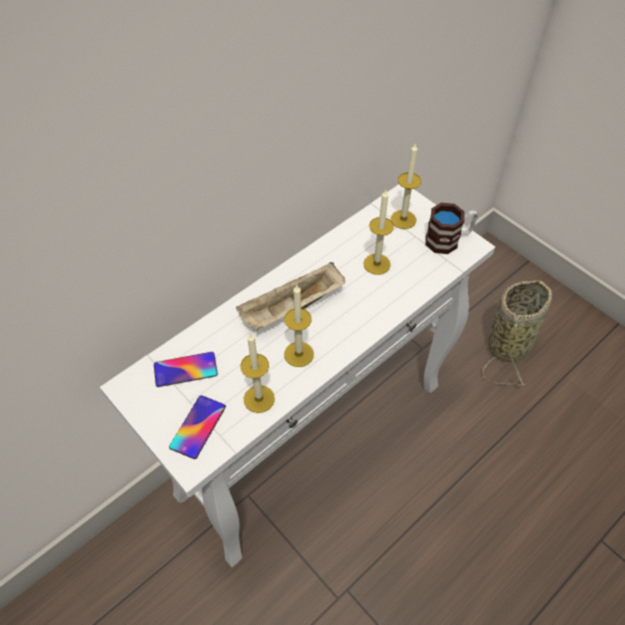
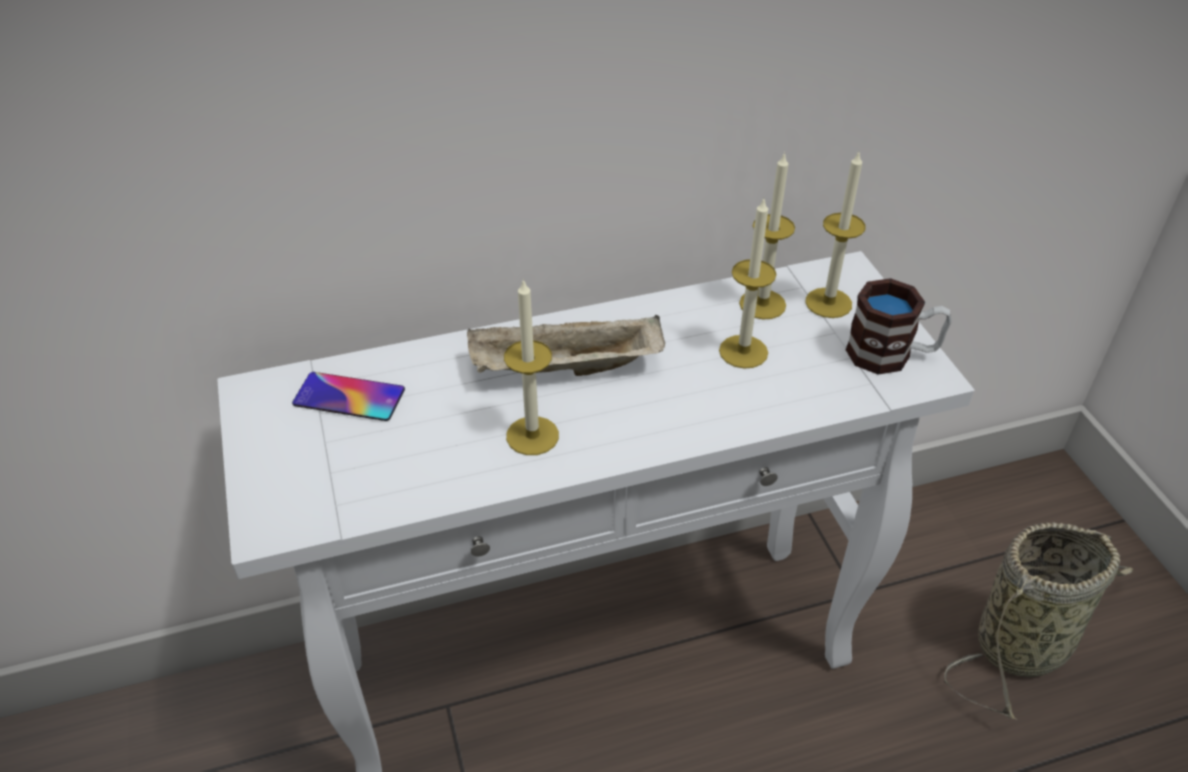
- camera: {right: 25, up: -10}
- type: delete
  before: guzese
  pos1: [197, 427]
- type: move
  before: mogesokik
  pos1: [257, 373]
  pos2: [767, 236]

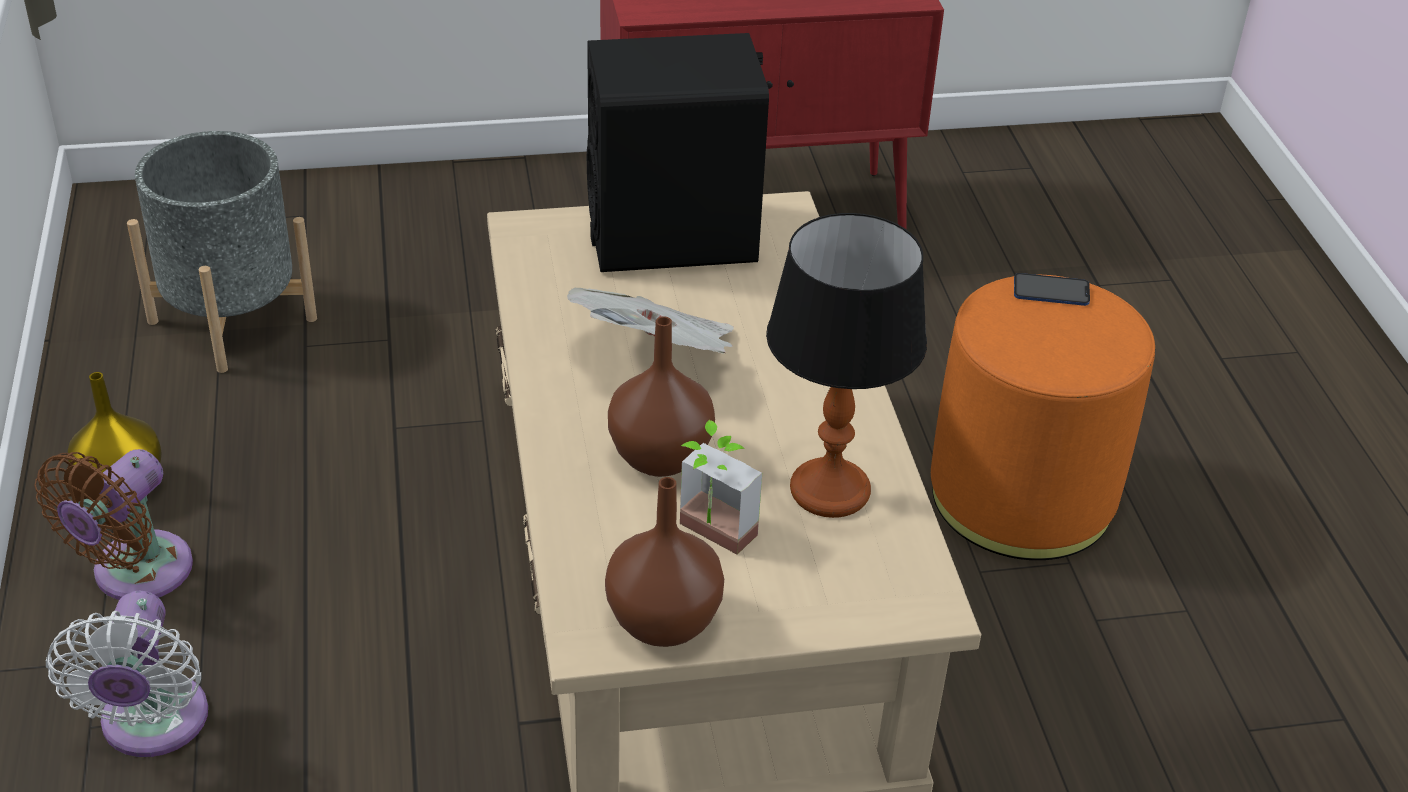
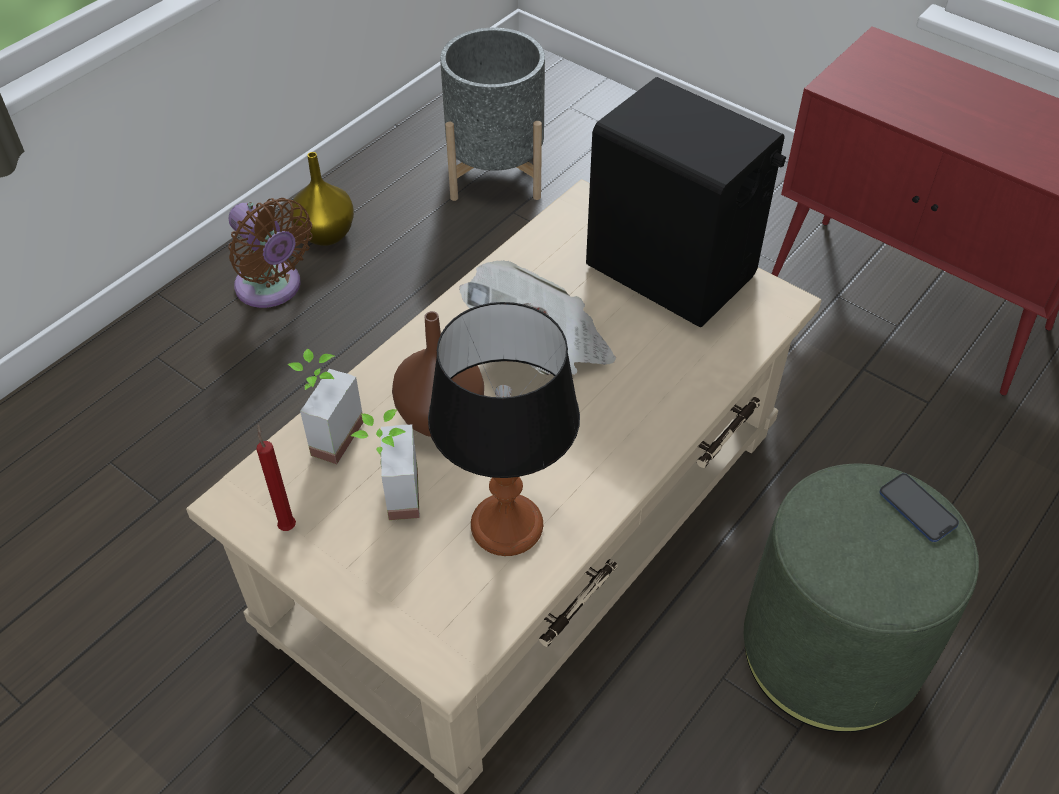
- camera: {right: 50, up: 10}
- type: delete
  before: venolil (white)
  pos1: [127, 674]
- type: insert
  after: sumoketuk
  pos2: [325, 406]
- type: replace
  before: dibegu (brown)
  after: mogesokik (red)
  pos1: [664, 562]
  pos2: [276, 477]
- type: recolor
  before: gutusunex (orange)
  after: gutusunex (green)
  pos1: [1043, 417]
  pos2: [861, 598]
- type: rotate
  before: venolil (brown)
  pos1: [113, 524]
  pos2: [271, 253]
  turn: -120

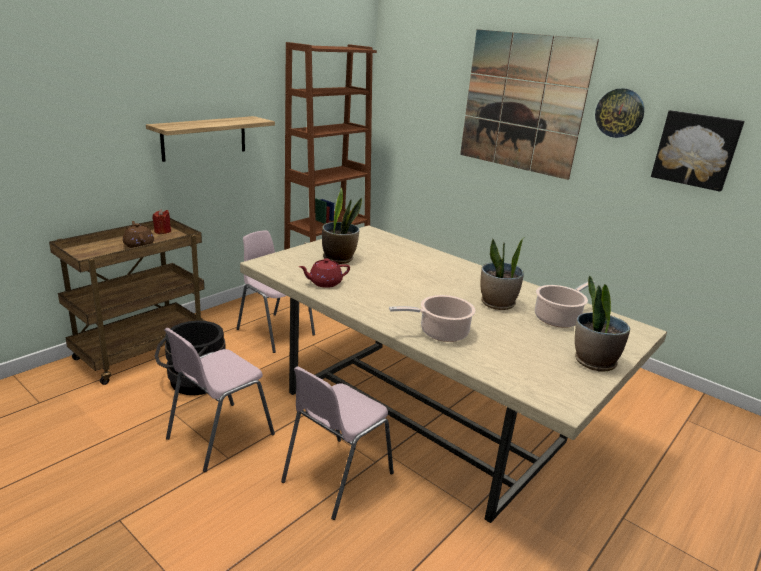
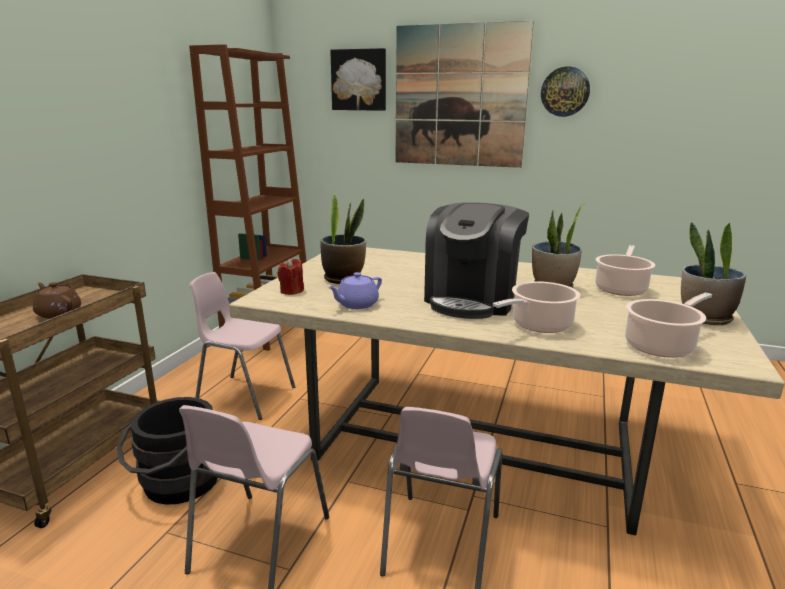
- camera: {right: -20, up: -5}
- type: delete
  before: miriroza
  pos1: [210, 139]
- type: insert
  after: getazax
  pos2: [476, 260]
- type: insert
  after: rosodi
  pos2: [668, 325]
- type: move
  before: mogesokik (red)
  pos1: [161, 221]
  pos2: [291, 276]
- type: move
  before: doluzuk
  pos1: [697, 151]
  pos2: [358, 79]
- type: recolor
  before: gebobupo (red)
  after: gebobupo (purple)
  pos1: [324, 273]
  pos2: [355, 290]

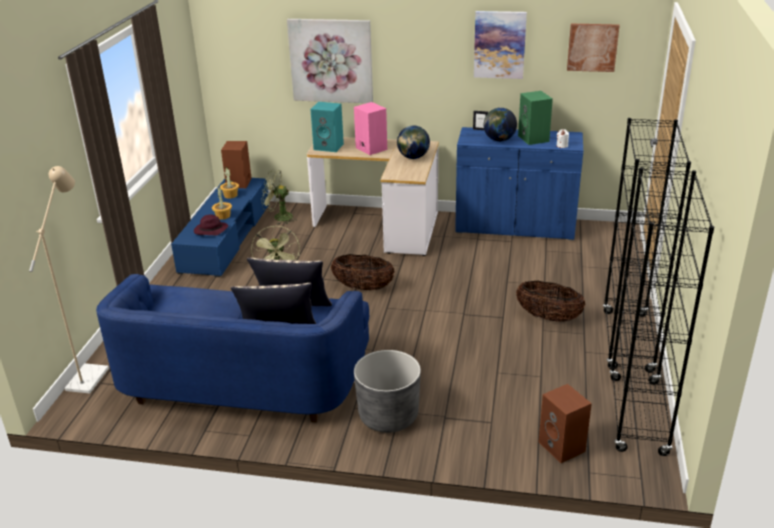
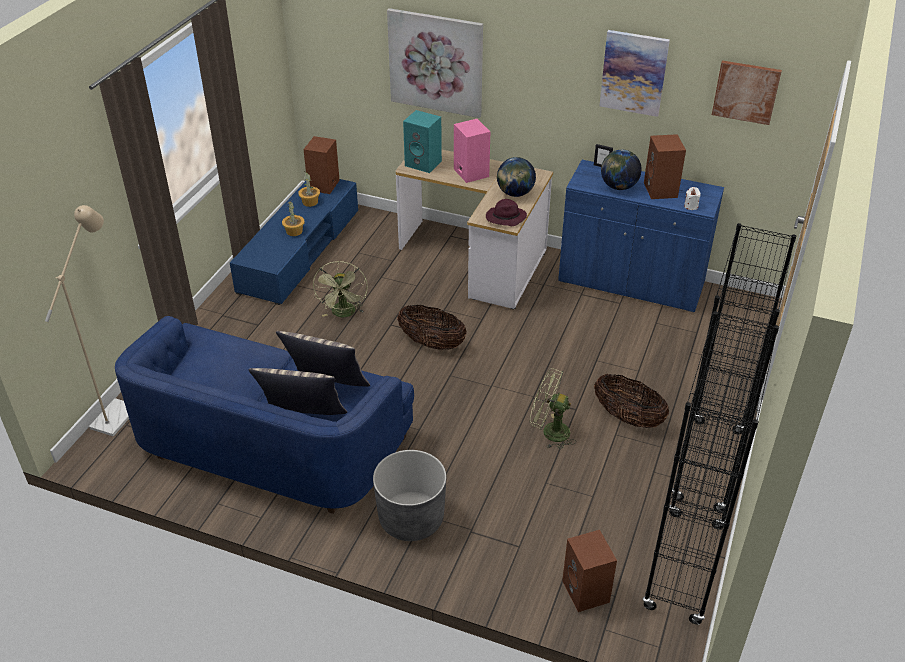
- camera: {right: 10, up: 10}
- type: move
  before: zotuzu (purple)
  pos1: [211, 225]
  pos2: [506, 212]
- type: move
  before: venolil (green)
  pos1: [279, 197]
  pos2: [553, 408]
- type: recolor
  before: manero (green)
  after: manero (brown)
  pos1: [535, 118]
  pos2: [665, 166]

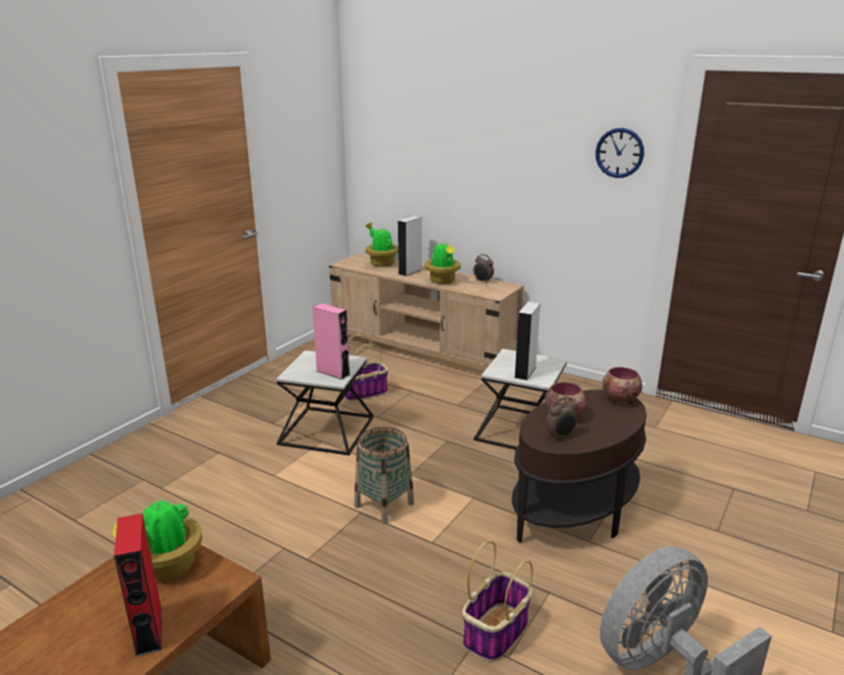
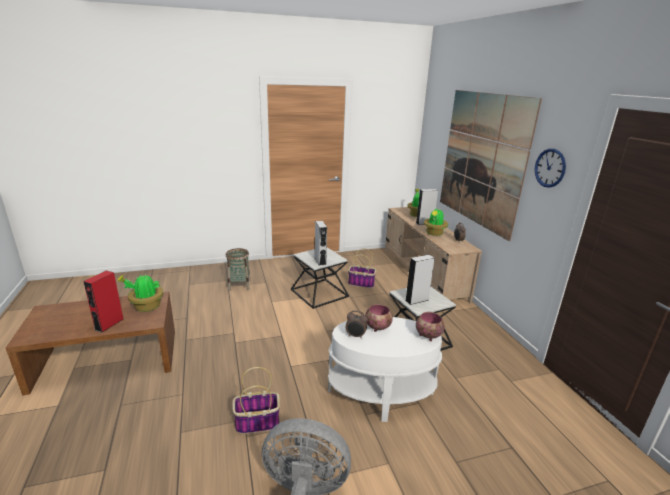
- camera: {right: 40, up: 0}
- type: insert
  after: doluzuk
  pos2: [491, 165]
- type: move
  before: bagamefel
  pos1: [384, 475]
  pos2: [238, 269]
- type: recolor
  before: manero (pink)
  after: manero (grey)
  pos1: [331, 341]
  pos2: [320, 243]
- type: recolor
  before: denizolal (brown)
  after: denizolal (white)
  pos1: [579, 466]
  pos2: [385, 369]

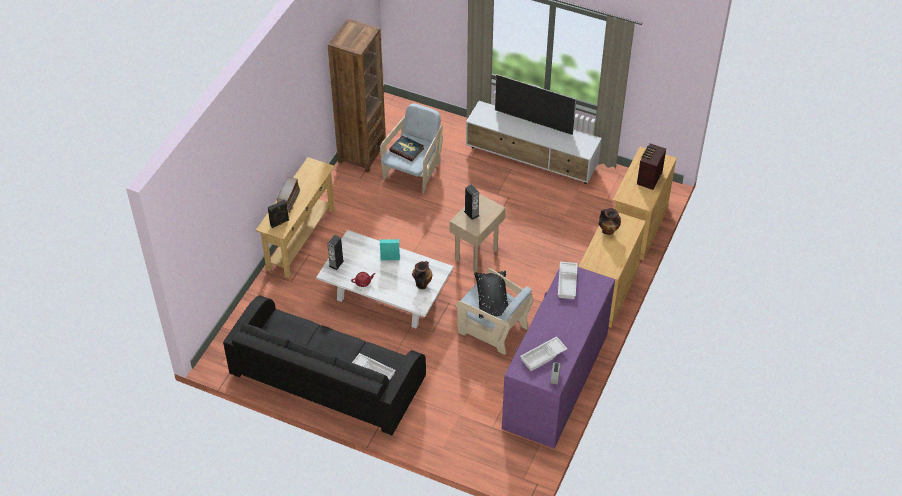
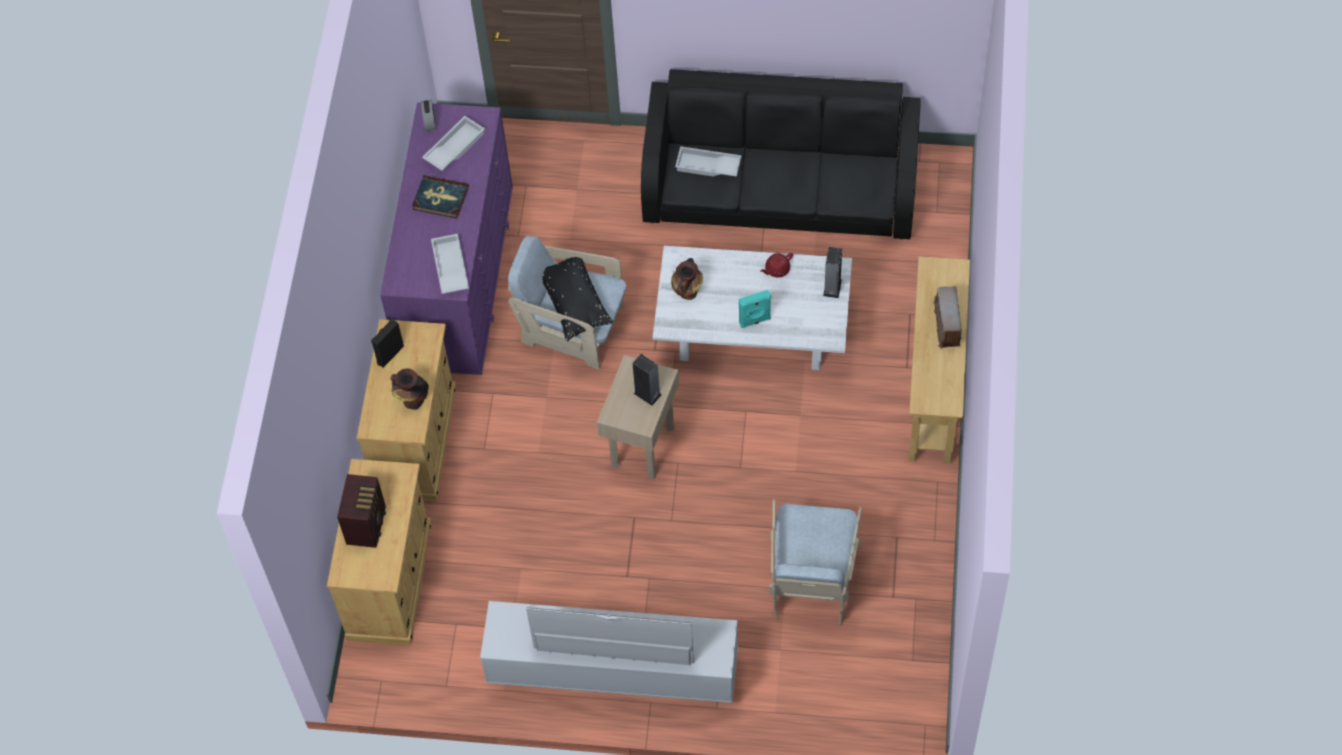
- camera: {right: 165, up: 10}
- type: delete
  before: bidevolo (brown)
  pos1: [357, 96]
- type: move
  before: manero (black)
  pos1: [278, 214]
  pos2: [387, 343]
- type: move
  before: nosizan
  pos1: [406, 148]
  pos2: [440, 197]

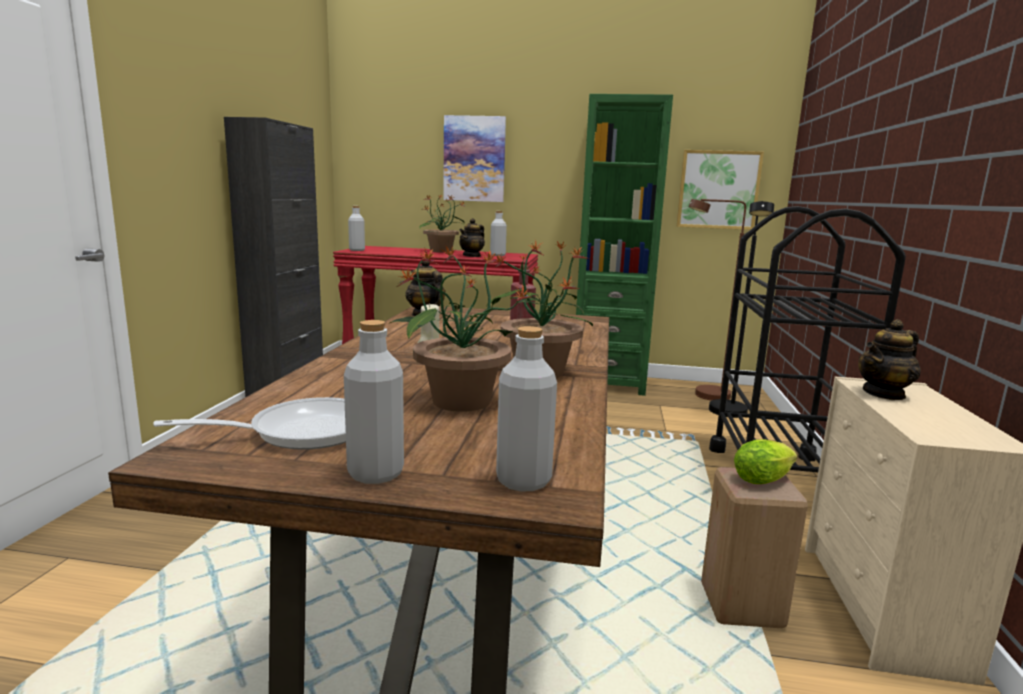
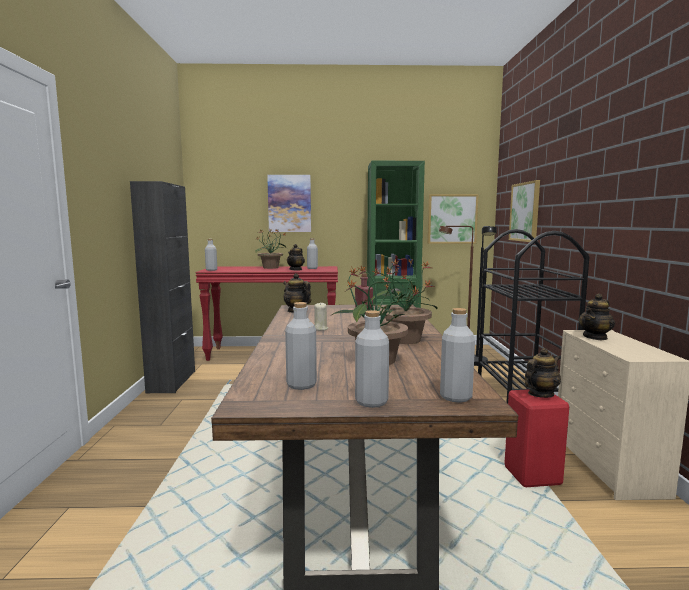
- camera: {right: -10, up: -5}
- type: insert
  after: doluzuk
  pos2: [524, 211]
- type: replace
  before: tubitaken
  after: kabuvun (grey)
  pos1: [249, 423]
  pos2: [301, 346]
- type: replace
  before: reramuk
  after: gebobupo
  pos1: [765, 461]
  pos2: [543, 373]
- type: recolor
  before: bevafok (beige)
  after: bevafok (red)
  pos1: [754, 547]
  pos2: [537, 438]

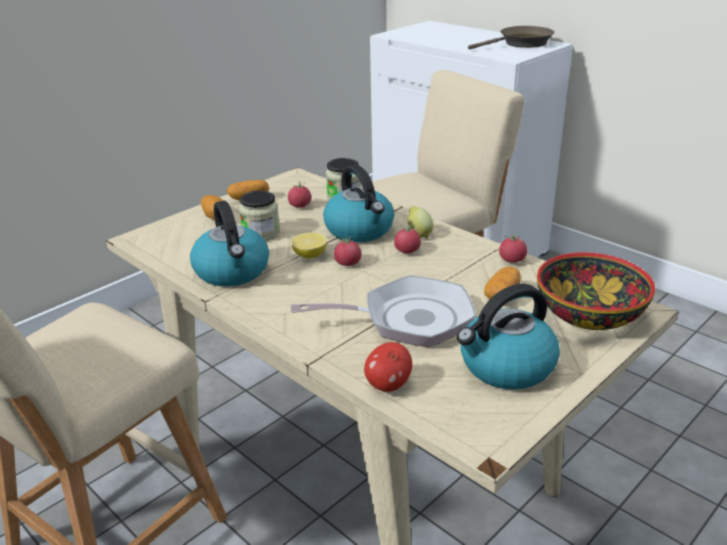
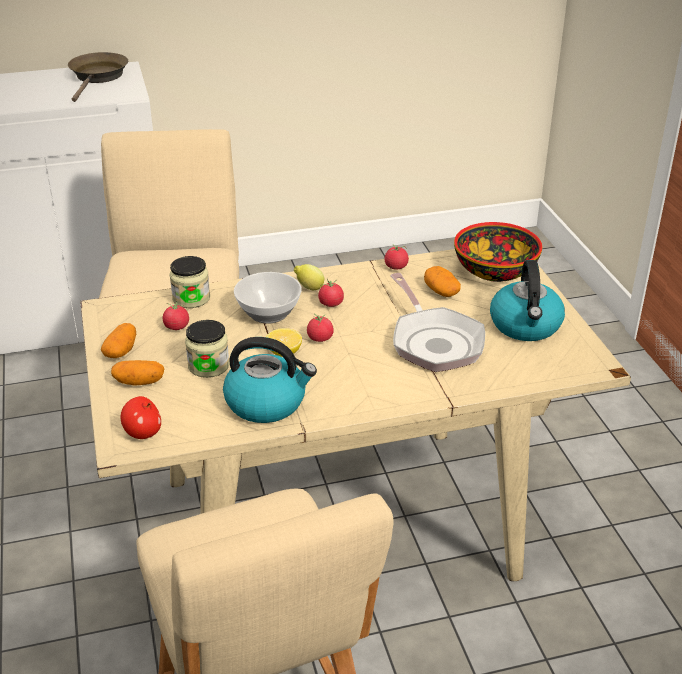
- camera: {right: -60, up: 5}
- type: move
  before: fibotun
  pos1: [388, 367]
  pos2: [141, 417]
- type: replace
  before: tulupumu
  after: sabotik
  pos1: [358, 203]
  pos2: [268, 298]
- type: rotate
  before: tubitaken
  pos1: [383, 311]
  pos2: [437, 322]
  turn: 135

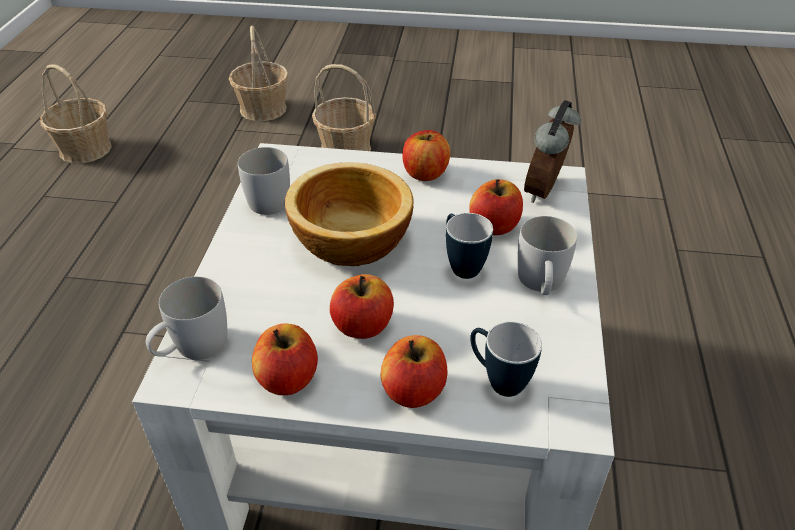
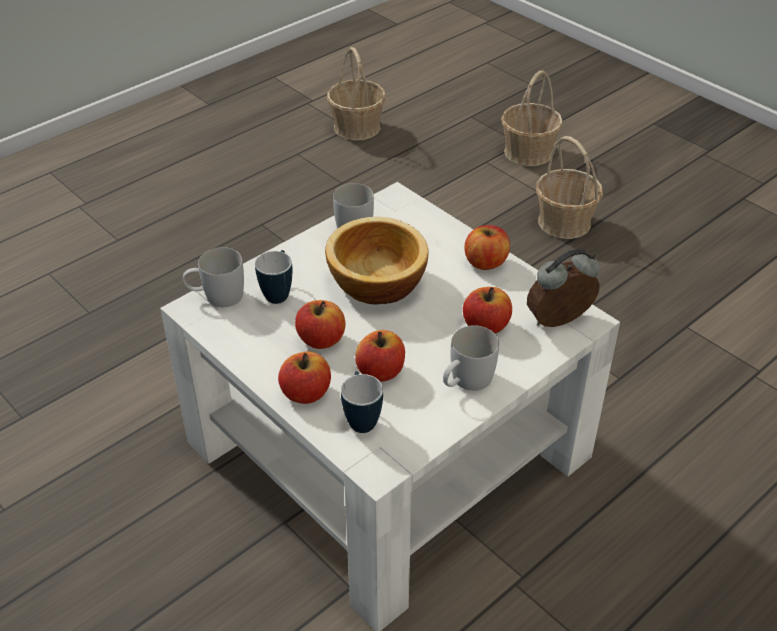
- camera: {right: 40, up: 0}
- type: move
  before: fibotun
  pos1: [285, 359]
  pos2: [380, 356]
- type: move
  before: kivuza
  pos1: [469, 246]
  pos2: [273, 277]

